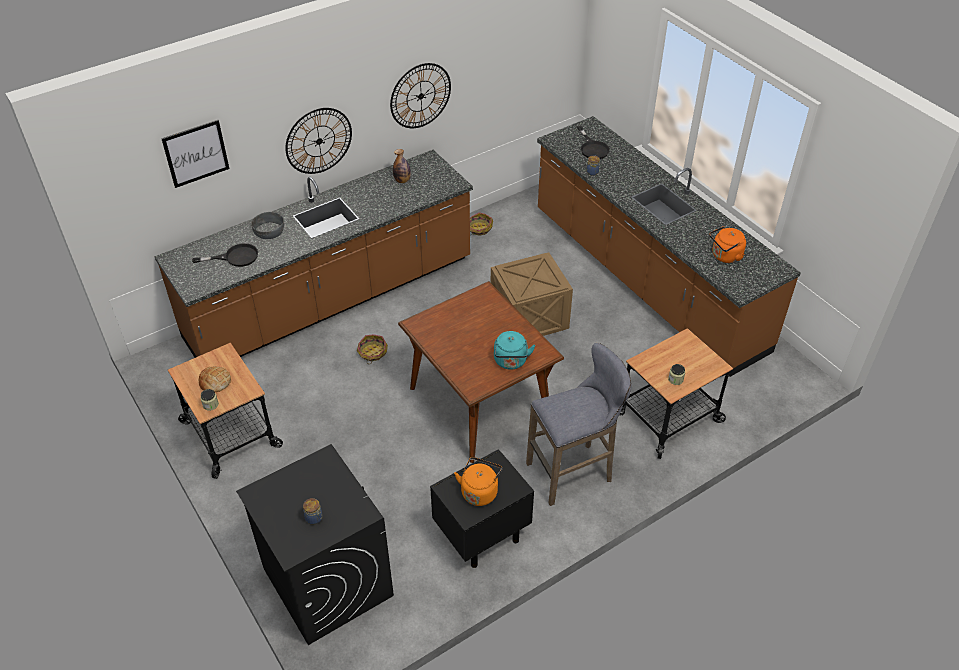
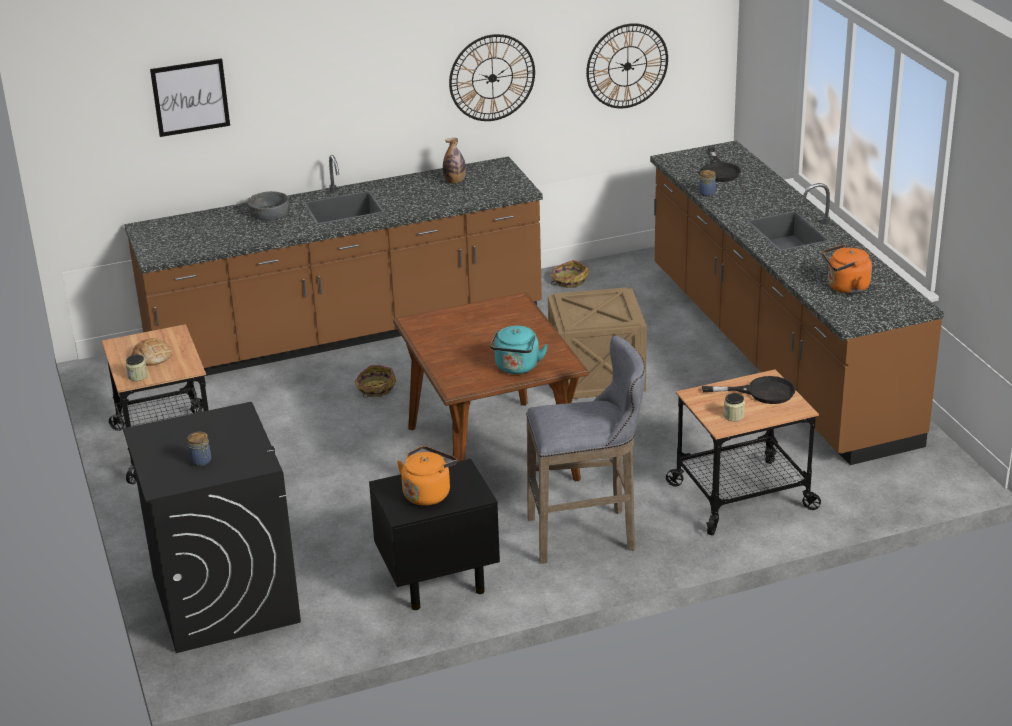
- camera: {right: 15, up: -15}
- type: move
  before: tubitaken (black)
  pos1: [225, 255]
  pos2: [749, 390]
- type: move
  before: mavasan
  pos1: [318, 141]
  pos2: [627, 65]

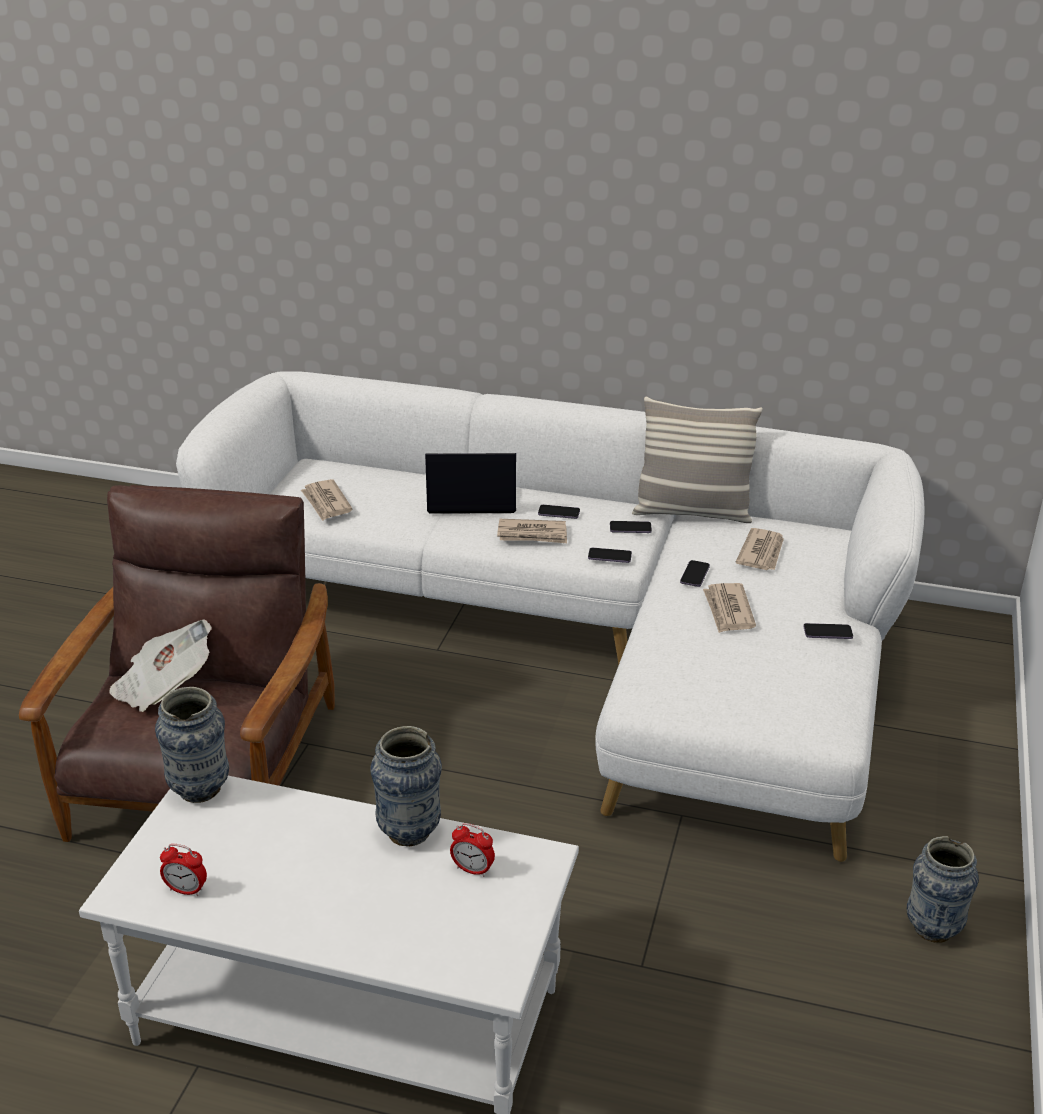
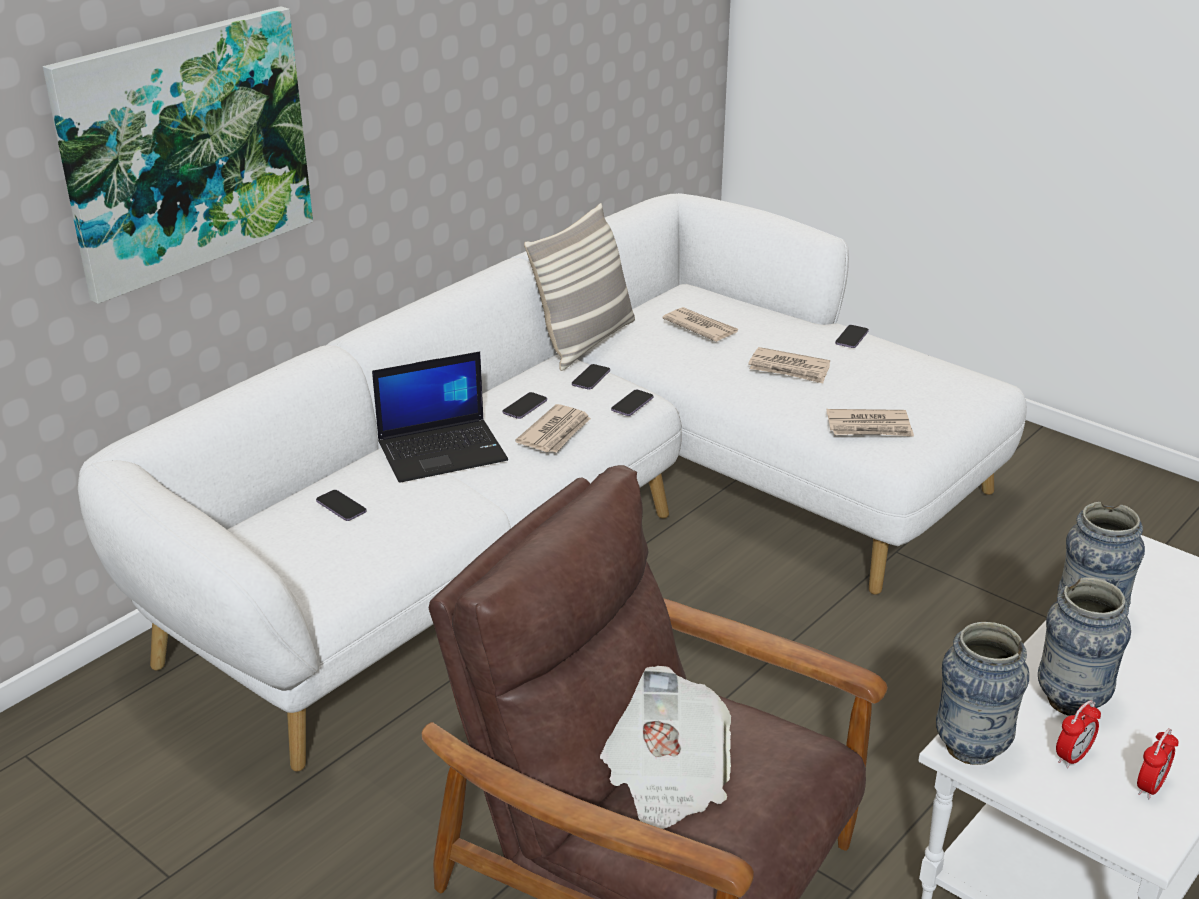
- camera: {right: -65, up: 0}
- type: insert
  after: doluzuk
  pos2: [178, 155]
- type: move
  before: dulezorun
  pos1: [327, 500]
  pos2: [870, 423]
- type: move
  before: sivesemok
  pos1: [472, 850]
  pos2: [1078, 734]
- type: move
  before: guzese
  pos1: [695, 573]
  pos2: [341, 505]
- type: move
  before: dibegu
  pos1: [943, 889]
  pos2: [1084, 647]
- type: rotate
  before: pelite
  pos1: [470, 483]
  pos2: [440, 417]
  turn: -135

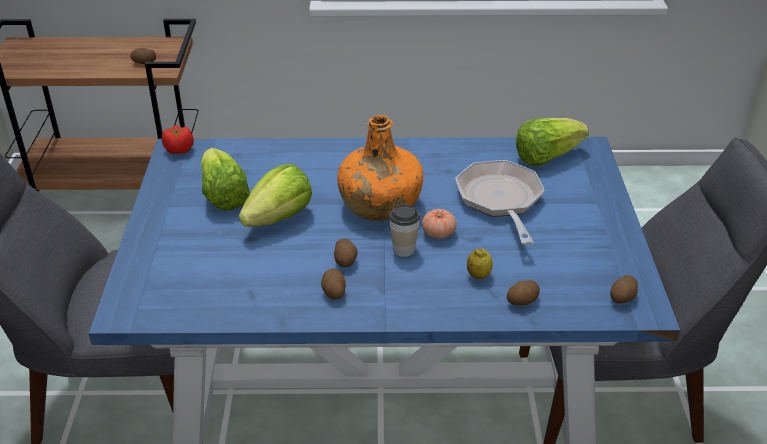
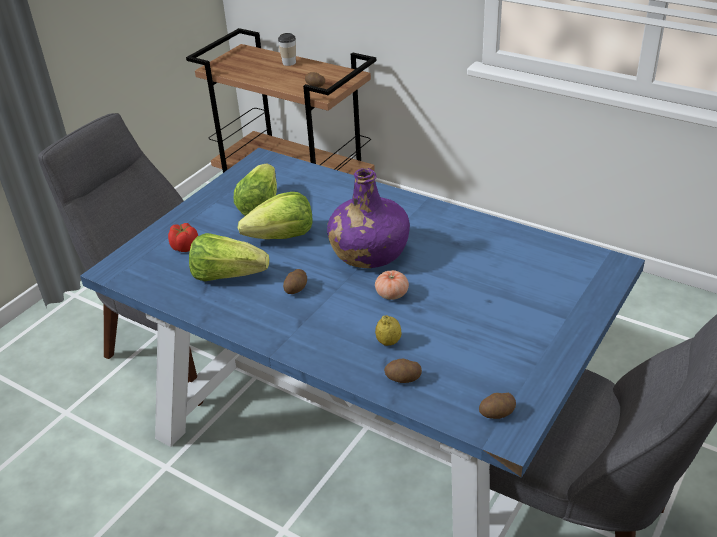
- camera: {right: 35, up: 0}
- type: delete
  before: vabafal
  pos1: [333, 284]
- type: delete
  before: tubitaken
  pos1: [500, 202]
- type: move
  before: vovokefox
  pos1: [178, 139]
  pos2: [183, 237]
- type: move
  before: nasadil
  pos1: [404, 230]
  pos2: [287, 49]
- type: move
  before: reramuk
  pos1: [552, 142]
  pos2: [229, 257]
- type: recolor
  before: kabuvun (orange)
  after: kabuvun (purple)
  pos1: [380, 168]
  pos2: [368, 218]

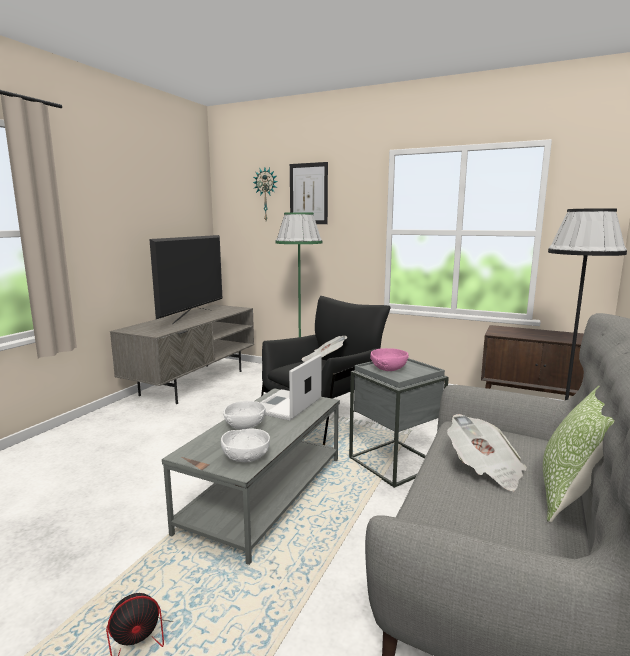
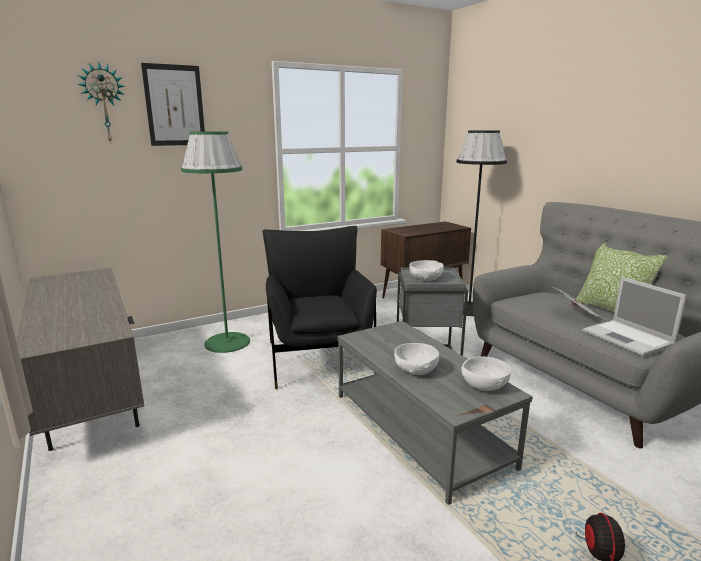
- camera: {right: -55, up: 5}
- type: delete
  before: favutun
  pos1: [185, 279]
- type: delete
  before: dulezorun
  pos1: [324, 349]
- type: move
  before: pelite
  pos1: [290, 387]
  pos2: [634, 316]
- type: recolor
  before: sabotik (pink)
  after: sabotik (white)
  pos1: [389, 359]
  pos2: [426, 270]

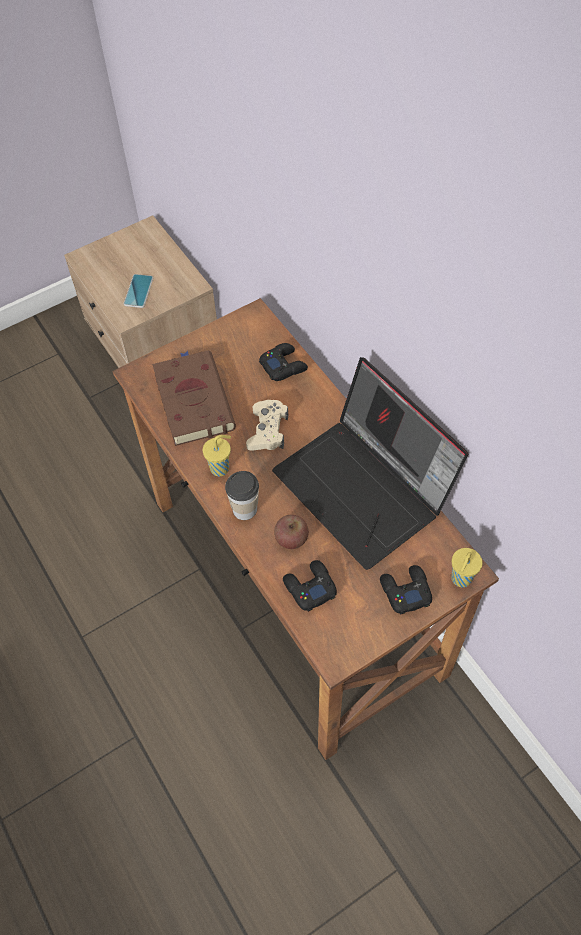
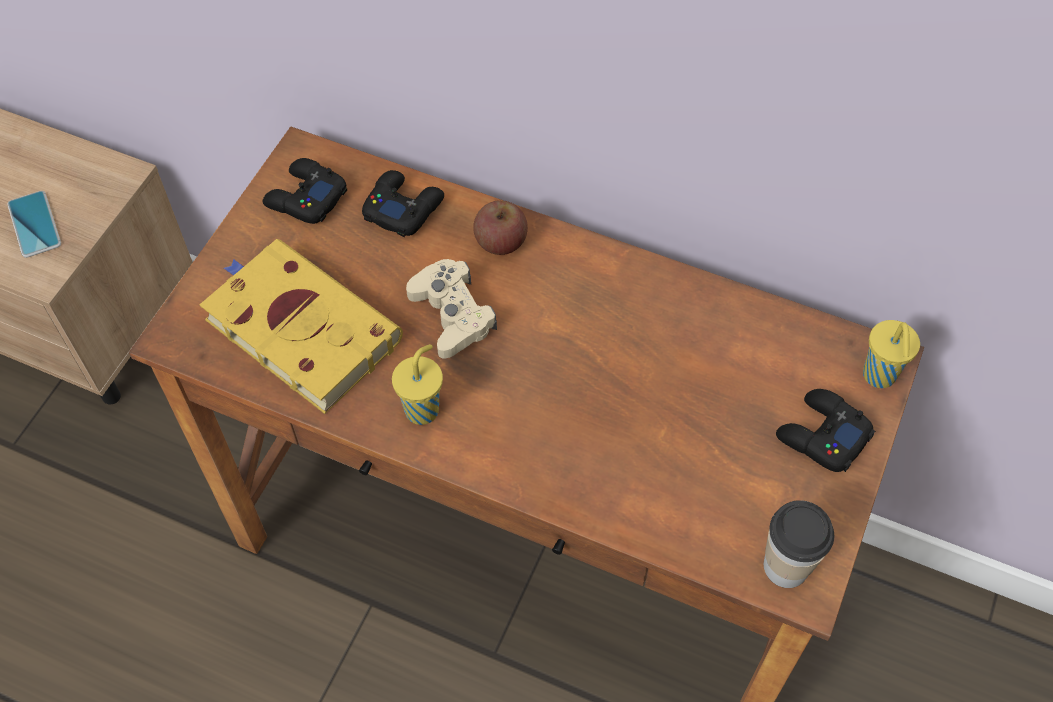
- camera: {right: -35, up: 0}
- type: delete
  before: pelite
  pos1: [370, 463]
- type: move
  before: nasadil
  pos1: [242, 495]
  pos2: [799, 544]
- type: move
  before: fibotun
  pos1: [291, 532]
  pos2: [500, 227]
- type: move
  before: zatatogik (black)
  pos1: [310, 586]
  pos2: [305, 191]
- type: recolor
  before: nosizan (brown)
  after: nosizan (yellow)
  pos1: [194, 398]
  pos2: [301, 326]

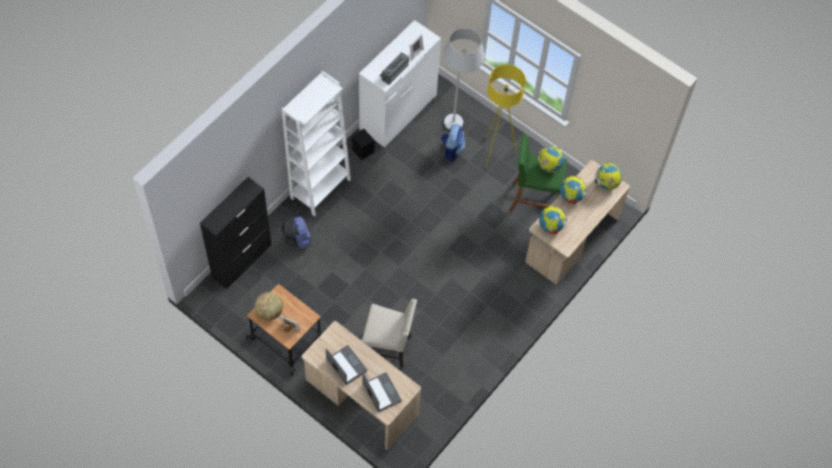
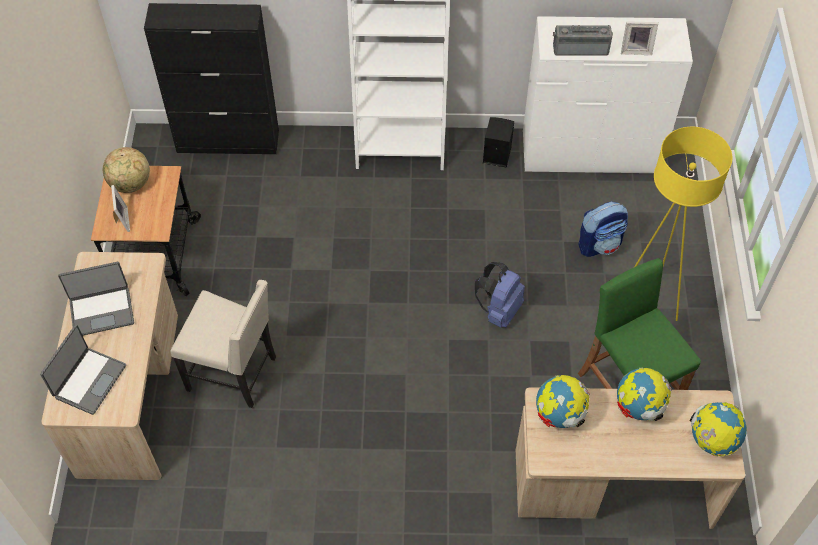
- camera: {right: 55, up: -5}
- type: delete
  before: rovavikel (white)
  pos1: [464, 79]
- type: delete
  before: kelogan
  pos1: [550, 159]
- type: move
  before: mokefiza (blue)
  pos1: [297, 232]
  pos2: [500, 295]
- type: rotate
  before: pelite
  pos1: [346, 364]
  pos2: [96, 299]
  turn: 60
- type: rotate
  before: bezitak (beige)
  pos1: [389, 333]
  pos2: [223, 344]
  turn: -45

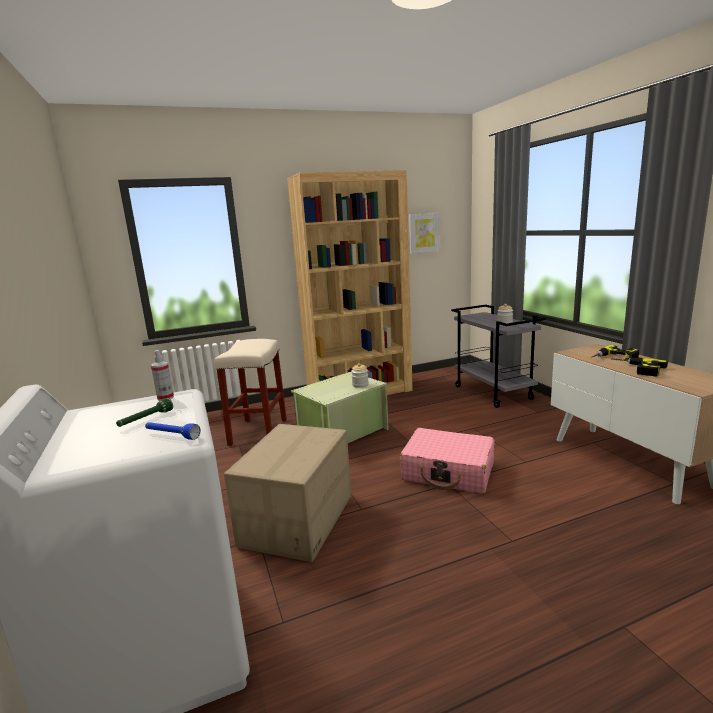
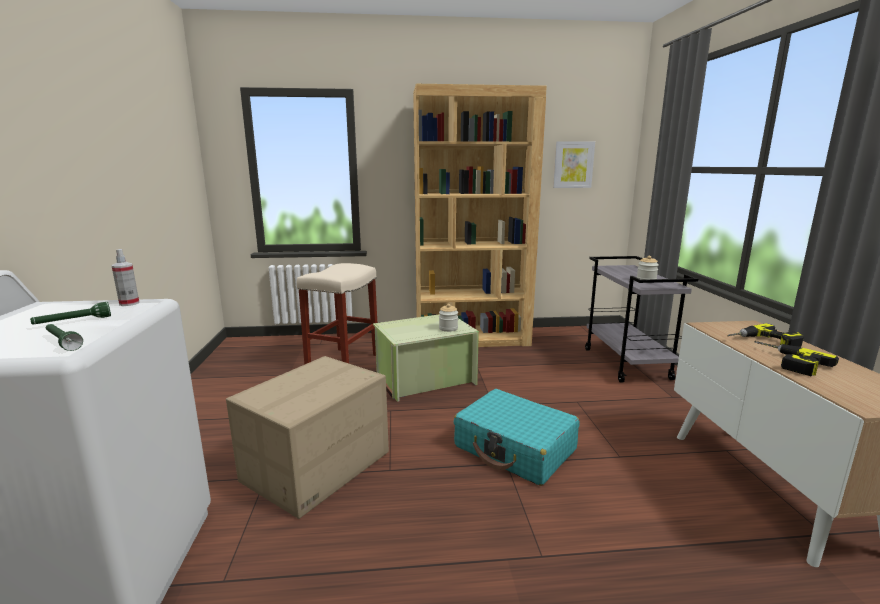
- camera: {right: 15, up: 0}
- type: recolor
  before: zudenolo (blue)
  after: zudenolo (green)
  pos1: [172, 431]
  pos2: [64, 337]
- type: recolor
  before: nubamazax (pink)
  after: nubamazax (turquoise)
  pos1: [447, 461]
  pos2: [517, 437]

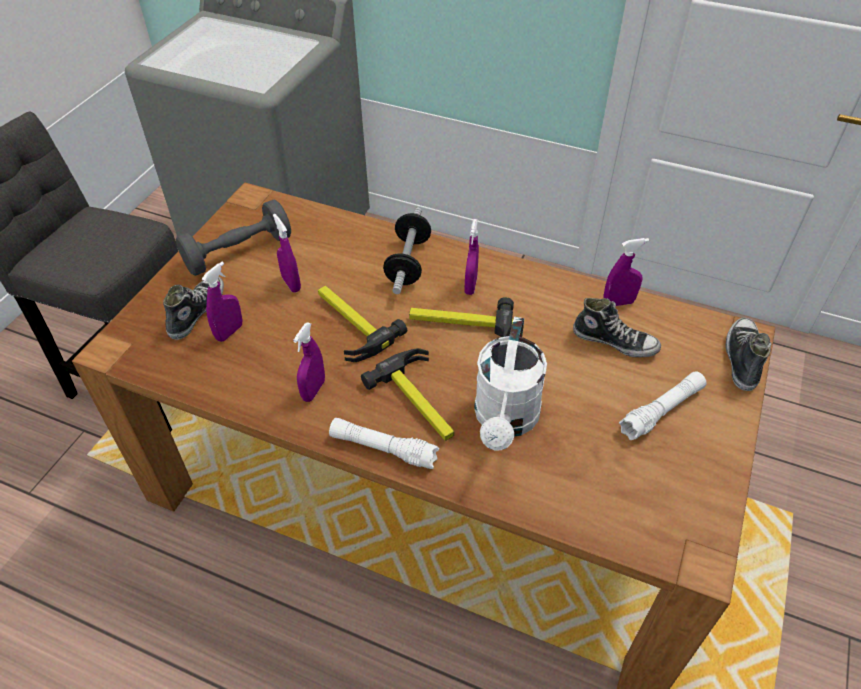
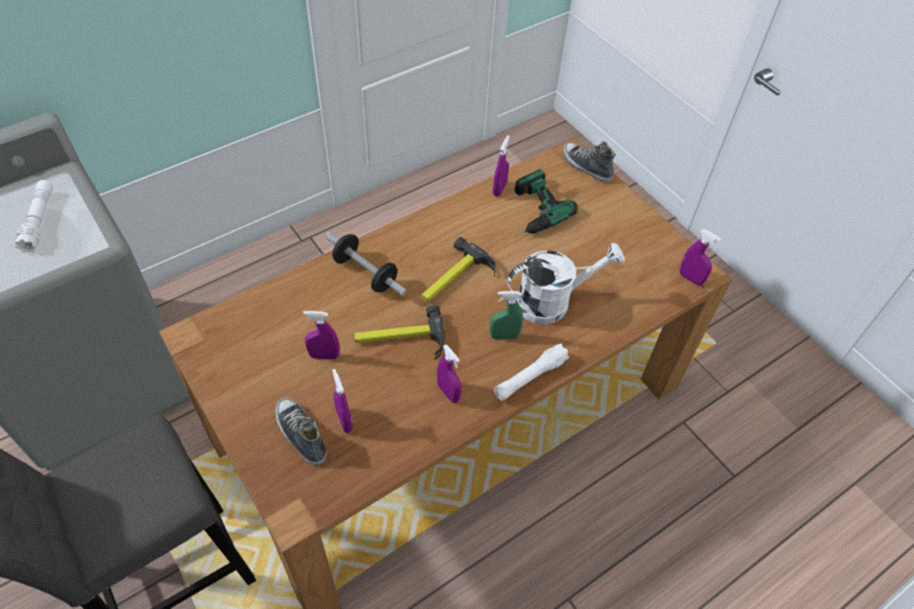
- camera: {right: -60, up: 5}
- type: delete
  before: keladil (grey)
  pos1: [233, 238]
- type: move
  before: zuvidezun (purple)
  pos1: [471, 257]
  pos2: [700, 257]
- type: move
  before: zudenolo (white)
  pos1: [663, 405]
  pos2: [34, 216]
- type: replace
  before: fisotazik
  after: zuvidezun (green)
  pos1: [407, 394]
  pos2: [506, 315]
- type: replace
  before: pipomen
  after: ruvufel
  pos1: [617, 327]
  pos2: [546, 203]
- type: rotate
  before: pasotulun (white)
  pos1: [510, 383]
  pos2: [566, 284]
  turn: -60

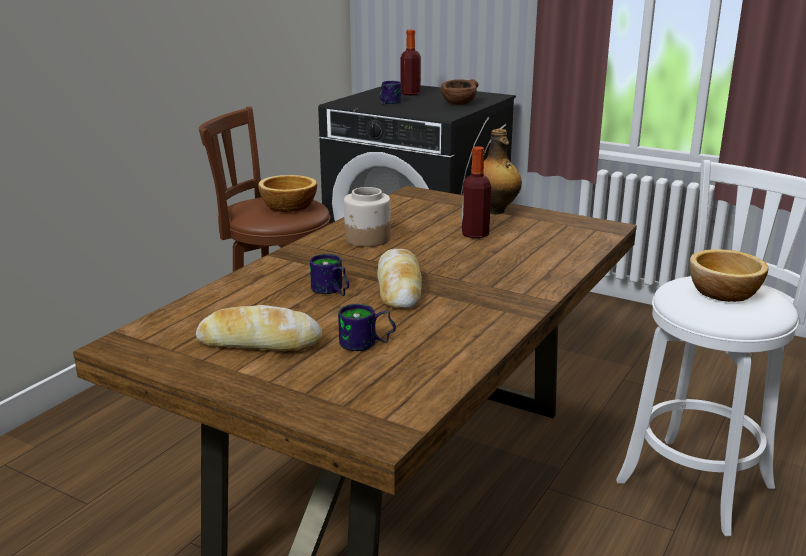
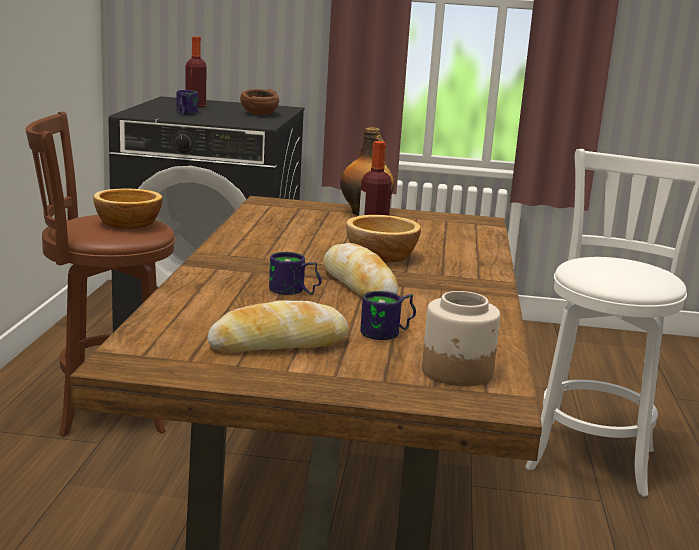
- camera: {right: -25, up: -5}
- type: move
  before: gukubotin
  pos1: [367, 217]
  pos2: [461, 338]
- type: move
  before: sabotik
  pos1: [729, 275]
  pos2: [383, 238]

